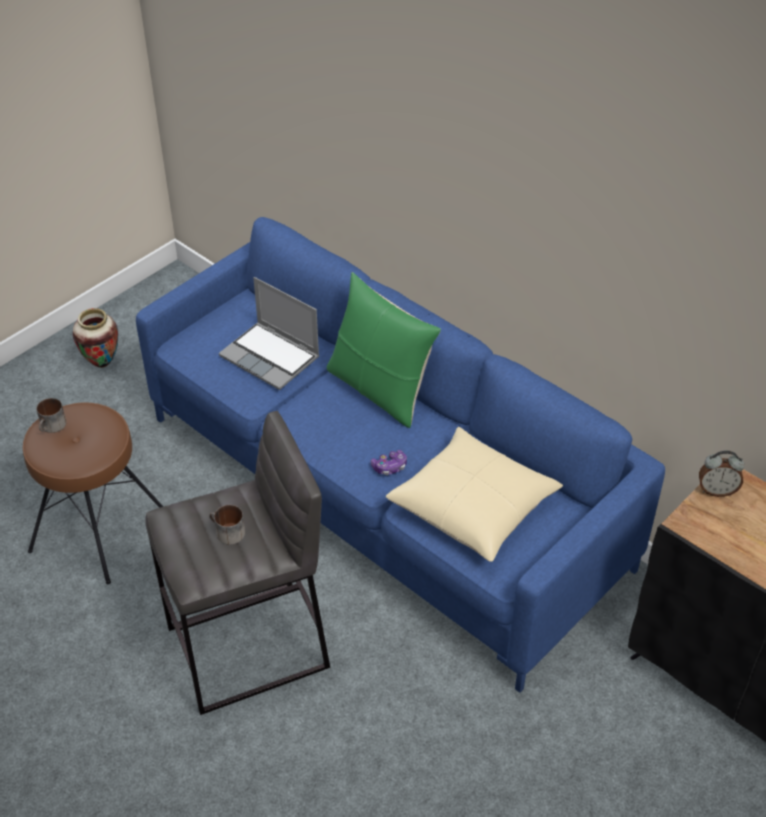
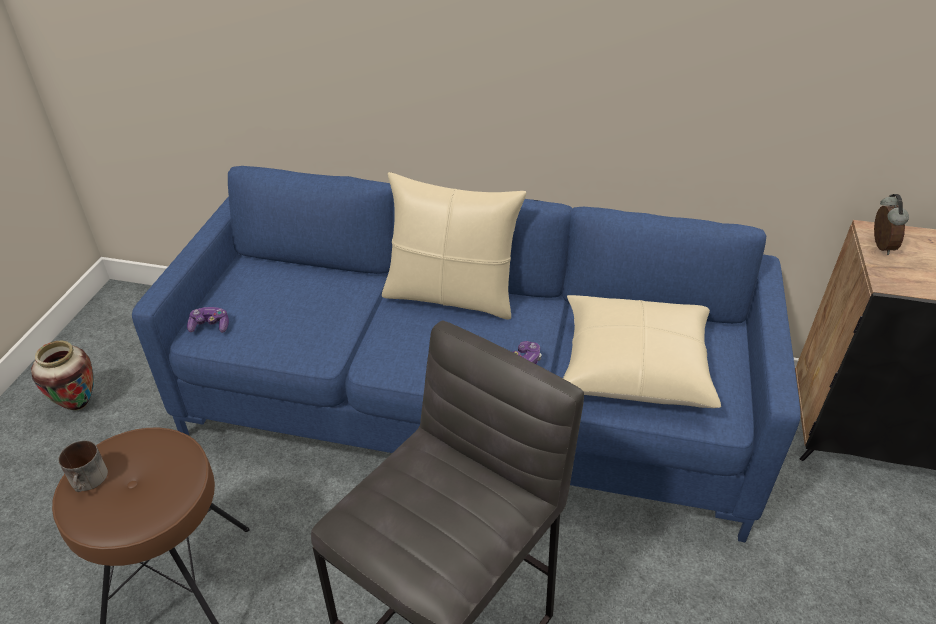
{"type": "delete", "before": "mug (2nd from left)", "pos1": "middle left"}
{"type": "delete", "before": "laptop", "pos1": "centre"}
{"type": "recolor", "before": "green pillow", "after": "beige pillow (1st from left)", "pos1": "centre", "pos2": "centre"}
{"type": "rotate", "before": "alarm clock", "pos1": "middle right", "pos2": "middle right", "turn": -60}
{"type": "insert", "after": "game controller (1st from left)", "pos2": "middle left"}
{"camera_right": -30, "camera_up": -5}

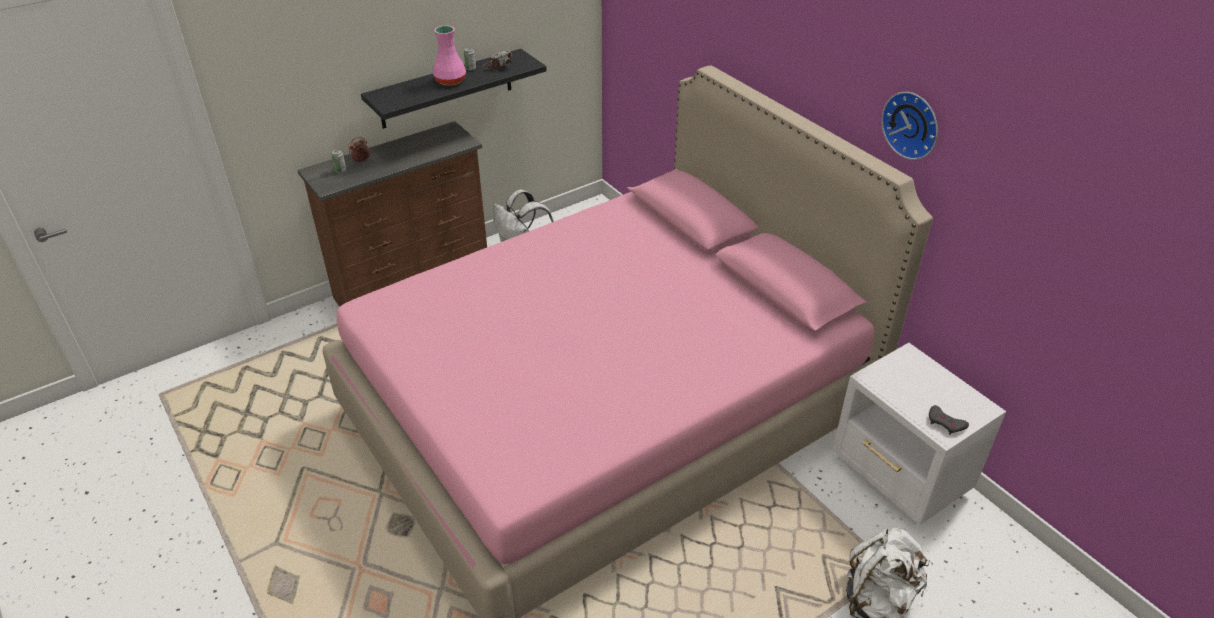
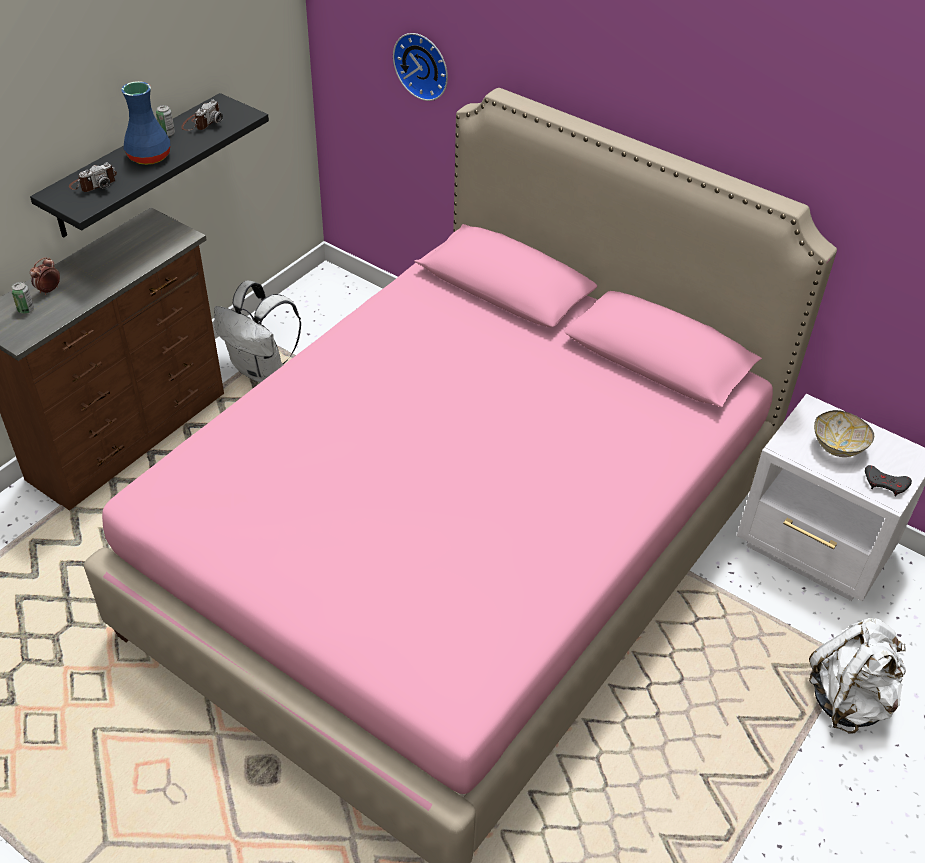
{"type": "recolor", "before": "pink vase", "after": "blue vase", "pos1": "top centre", "pos2": "top left"}
{"type": "move", "before": "wall clock", "pos1": "top right", "pos2": "top centre"}
{"type": "insert", "after": "photo camera (1st from left)", "pos2": "top left"}
{"type": "insert", "after": "bowl", "pos2": "middle right"}
{"camera_right": -20, "camera_up": 5}

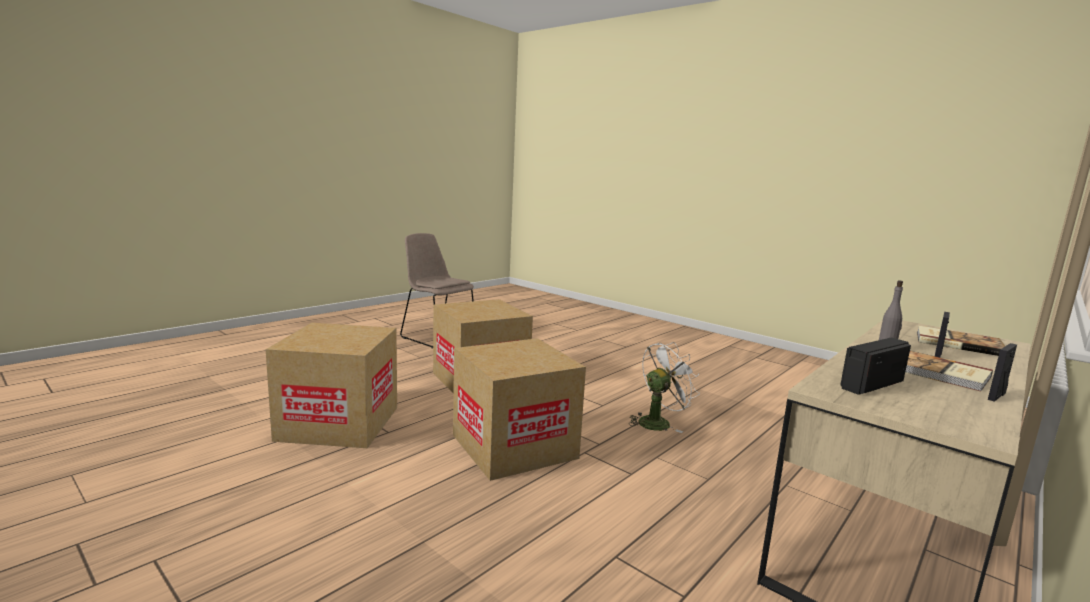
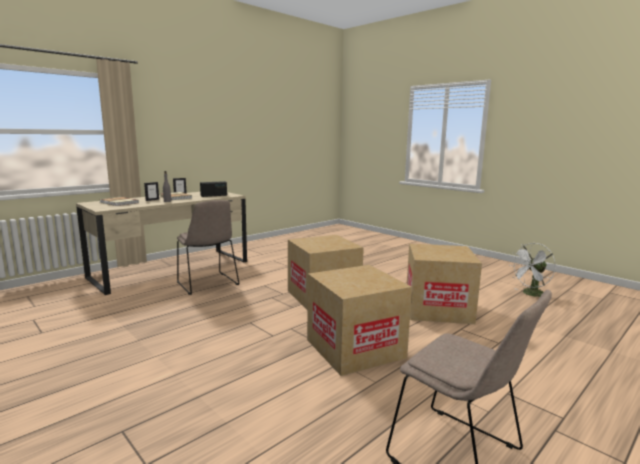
{"type": "move", "before": "white fan", "pos1": "centre", "pos2": "middle right"}
{"type": "insert", "after": "beige chair (1st from left)", "pos2": "middle left"}
{"camera_right": -175, "camera_up": 0}

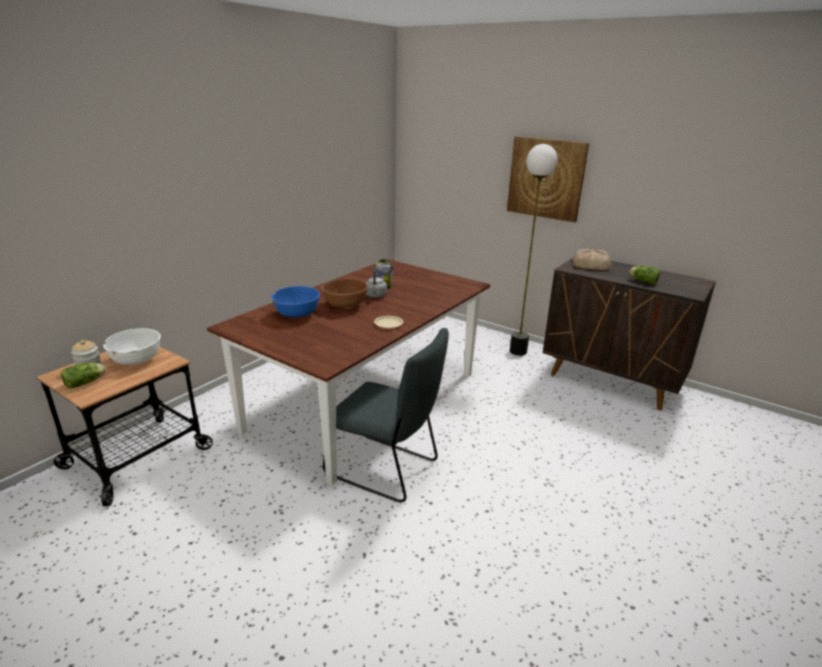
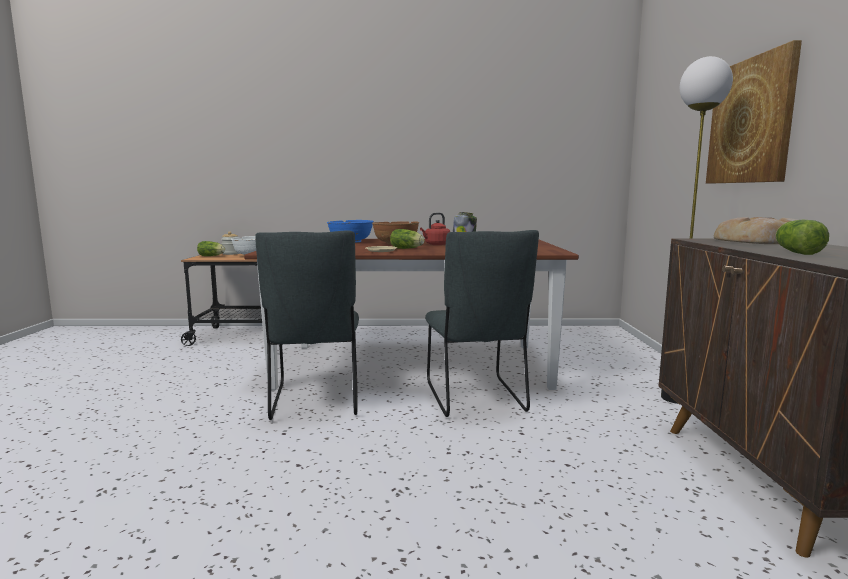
{"type": "recolor", "before": "grey kettle", "after": "red kettle", "pos1": "centre", "pos2": "centre"}
{"type": "insert", "after": "lettuce (2nd from left)", "pos2": "centre"}
{"type": "insert", "after": "grey chair (2nd from left)", "pos2": "centre"}
{"camera_right": 55, "camera_up": -15}

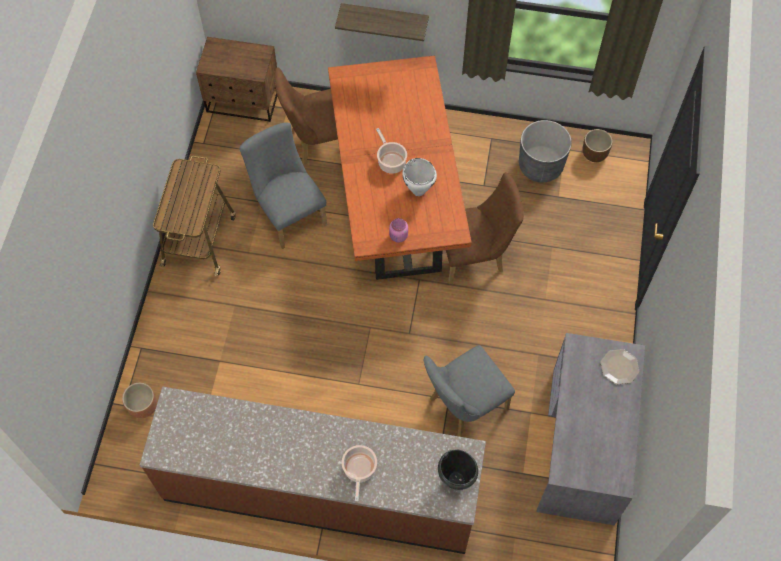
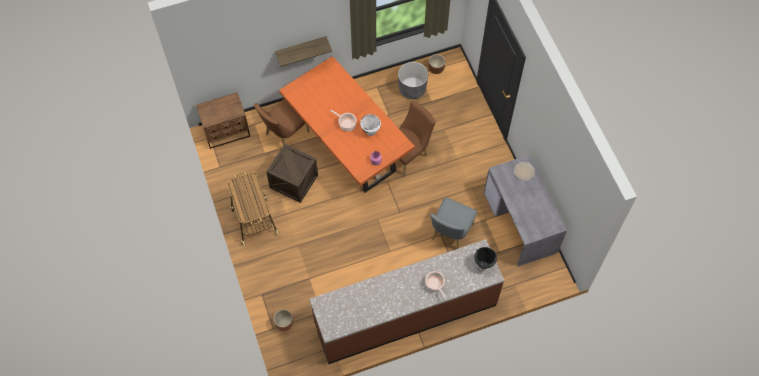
{"type": "replace", "before": "grey chair (1st from left)", "after": "crate", "pos1": "top centre", "pos2": "centre"}
{"camera_right": -30, "camera_up": 0}

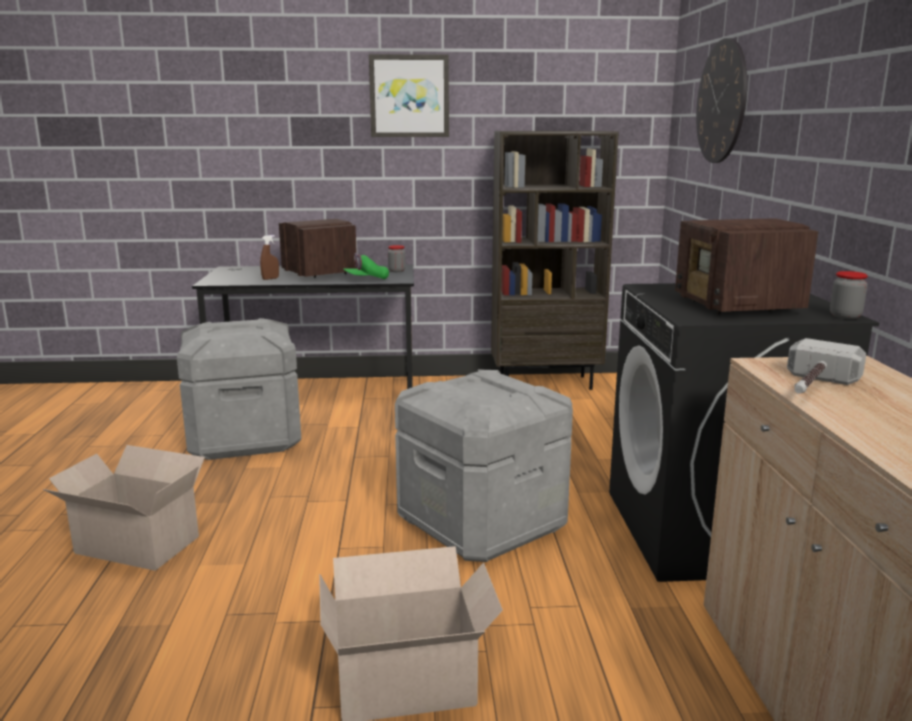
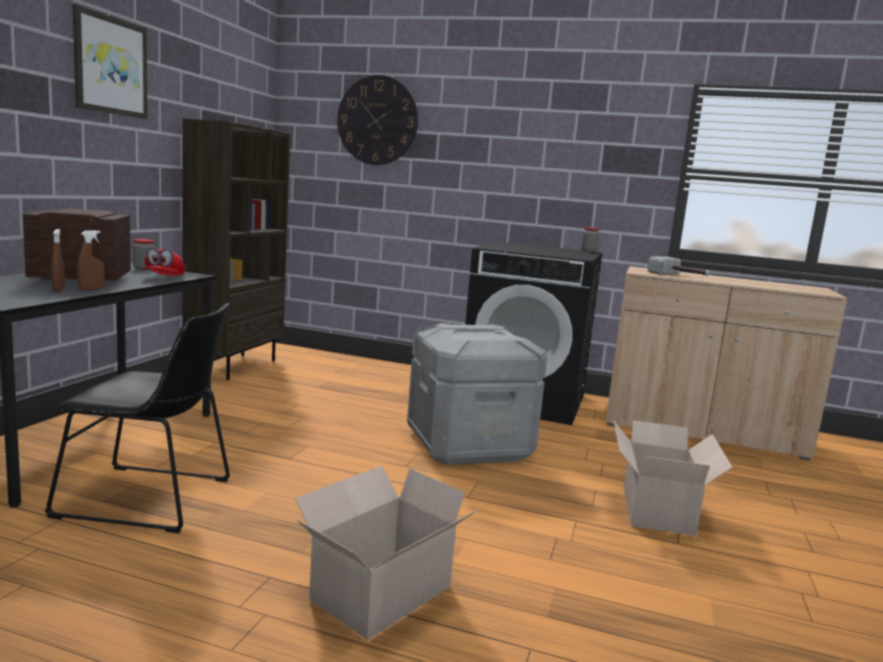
{"type": "replace", "before": "grey storage box (1st from left)", "after": "black chair", "pos1": "middle left", "pos2": "middle left"}
{"type": "recolor", "before": "green cap", "after": "red cap", "pos1": "centre", "pos2": "middle left"}
{"type": "delete", "before": "radio (2nd from left)", "pos1": "middle right"}
{"type": "insert", "after": "brown spray bottle (2nd from left)", "pos2": "middle left"}
{"camera_right": -70, "camera_up": -5}

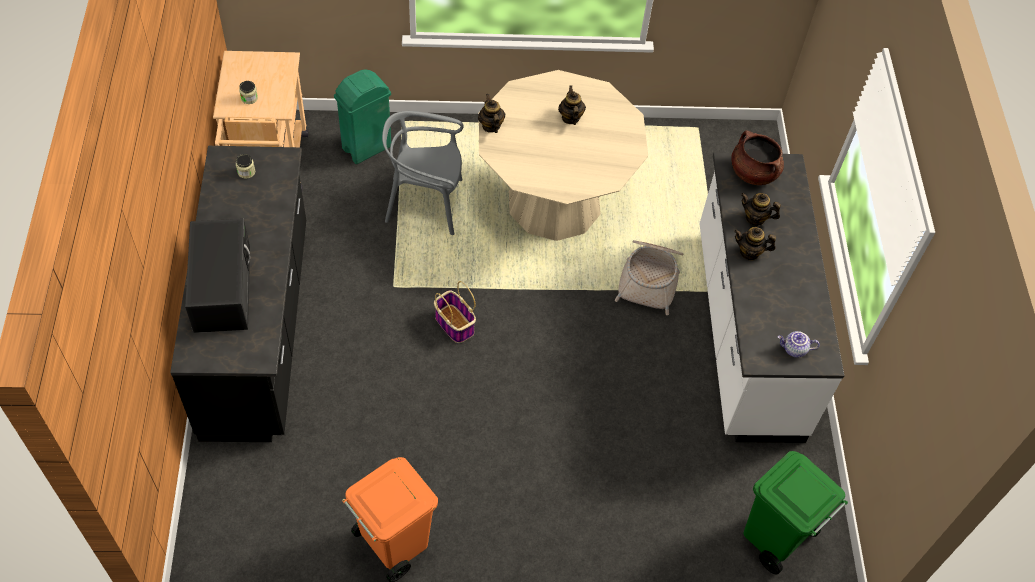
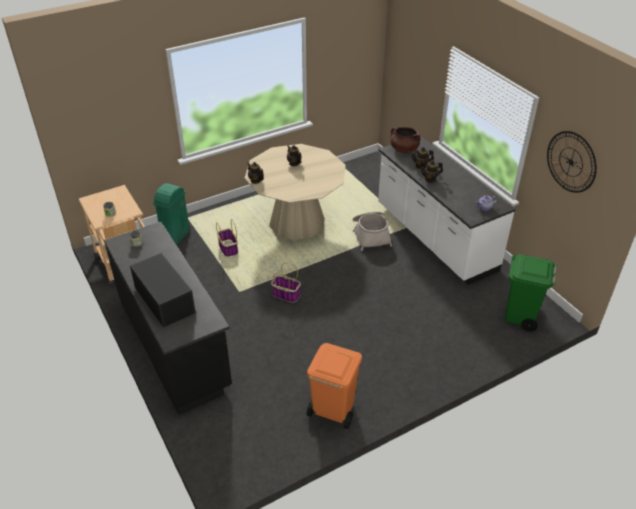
{"type": "replace", "before": "grey chair", "after": "basket (1st from left)", "pos1": "top centre", "pos2": "centre"}
{"type": "insert", "after": "wall clock", "pos2": "top right"}
{"camera_right": -25, "camera_up": -15}

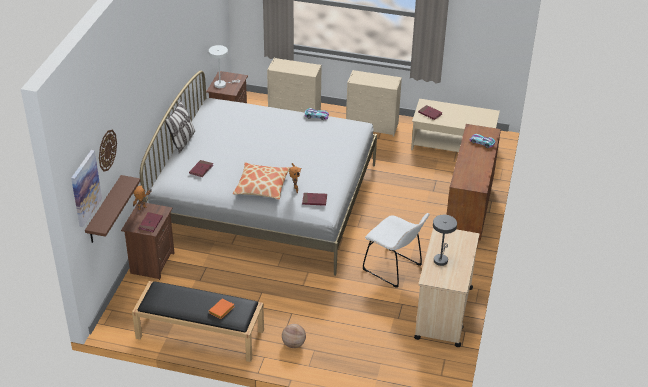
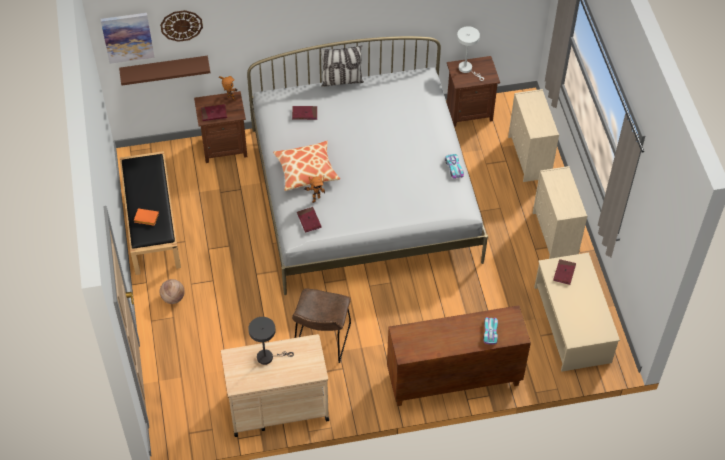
{"type": "recolor", "before": "white chair", "after": "brown chair", "pos1": "centre", "pos2": "bottom centre"}
{"camera_right": 65, "camera_up": 15}

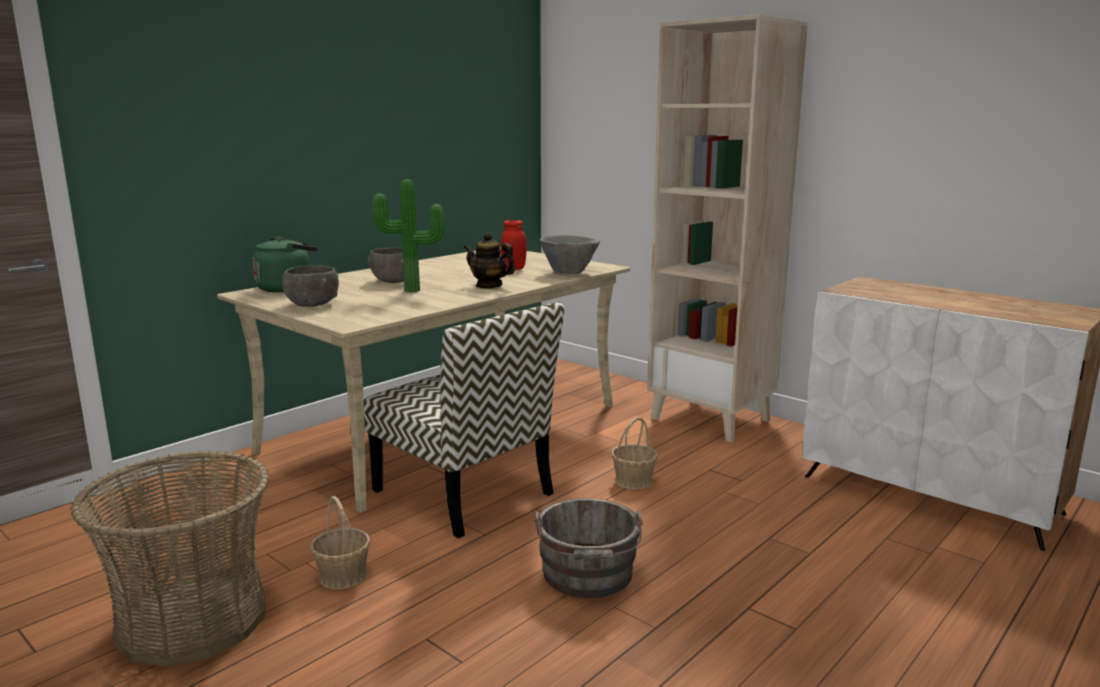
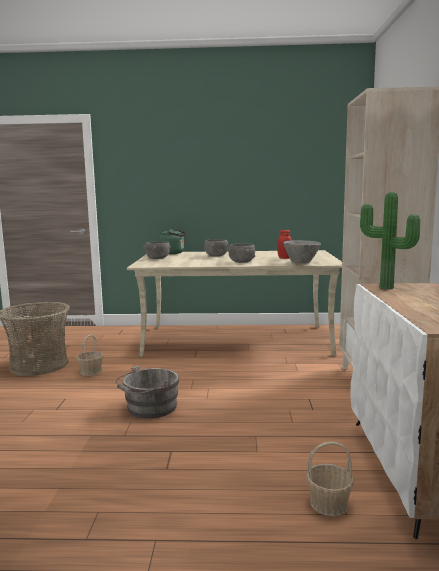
{"type": "delete", "before": "chair", "pos1": "centre"}
{"type": "move", "before": "potted plant", "pos1": "centre", "pos2": "middle right"}
{"type": "replace", "before": "teapot", "after": "grey bowl (3rd from left)", "pos1": "centre", "pos2": "centre"}
{"type": "move", "before": "basket (3rd from left)", "pos1": "centre", "pos2": "bottom right"}
{"camera_right": 50, "camera_up": -5}

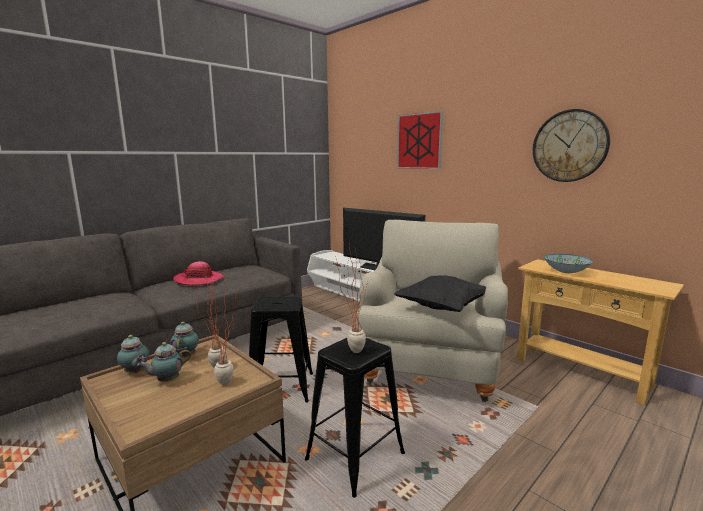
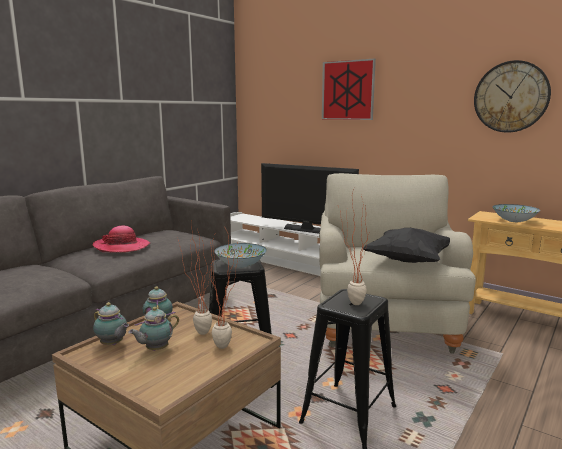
{"type": "insert", "after": "bowl (1st from left)", "pos2": "centre"}
{"camera_right": -10, "camera_up": 0}

